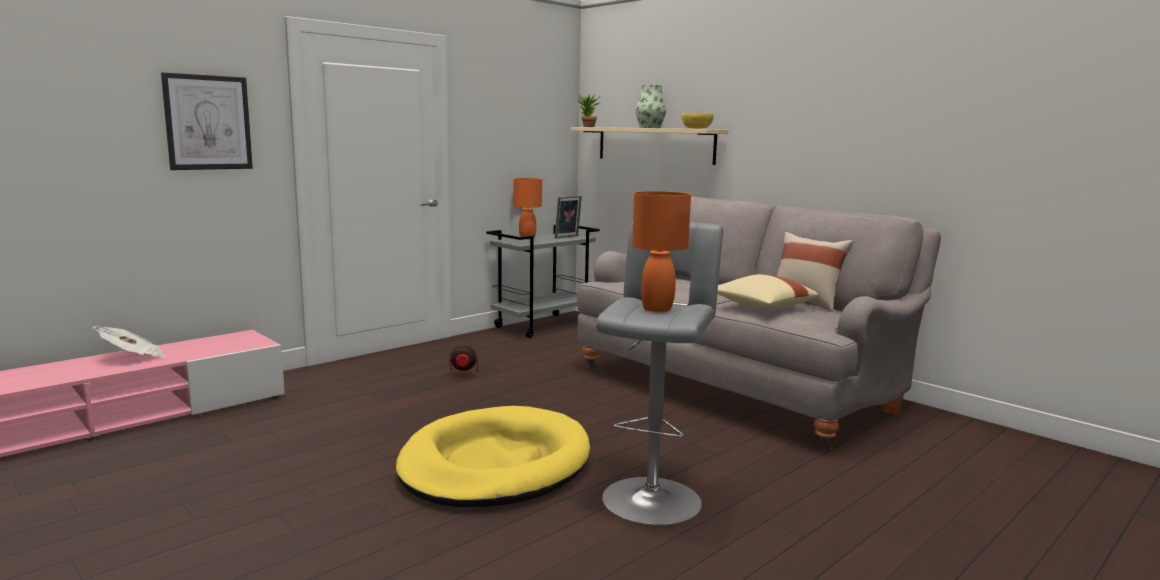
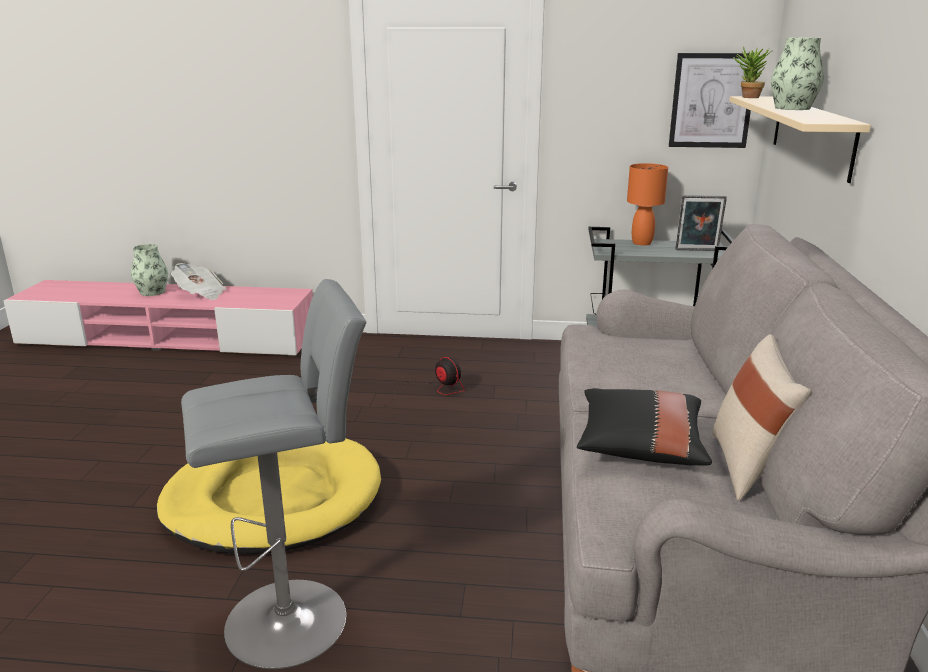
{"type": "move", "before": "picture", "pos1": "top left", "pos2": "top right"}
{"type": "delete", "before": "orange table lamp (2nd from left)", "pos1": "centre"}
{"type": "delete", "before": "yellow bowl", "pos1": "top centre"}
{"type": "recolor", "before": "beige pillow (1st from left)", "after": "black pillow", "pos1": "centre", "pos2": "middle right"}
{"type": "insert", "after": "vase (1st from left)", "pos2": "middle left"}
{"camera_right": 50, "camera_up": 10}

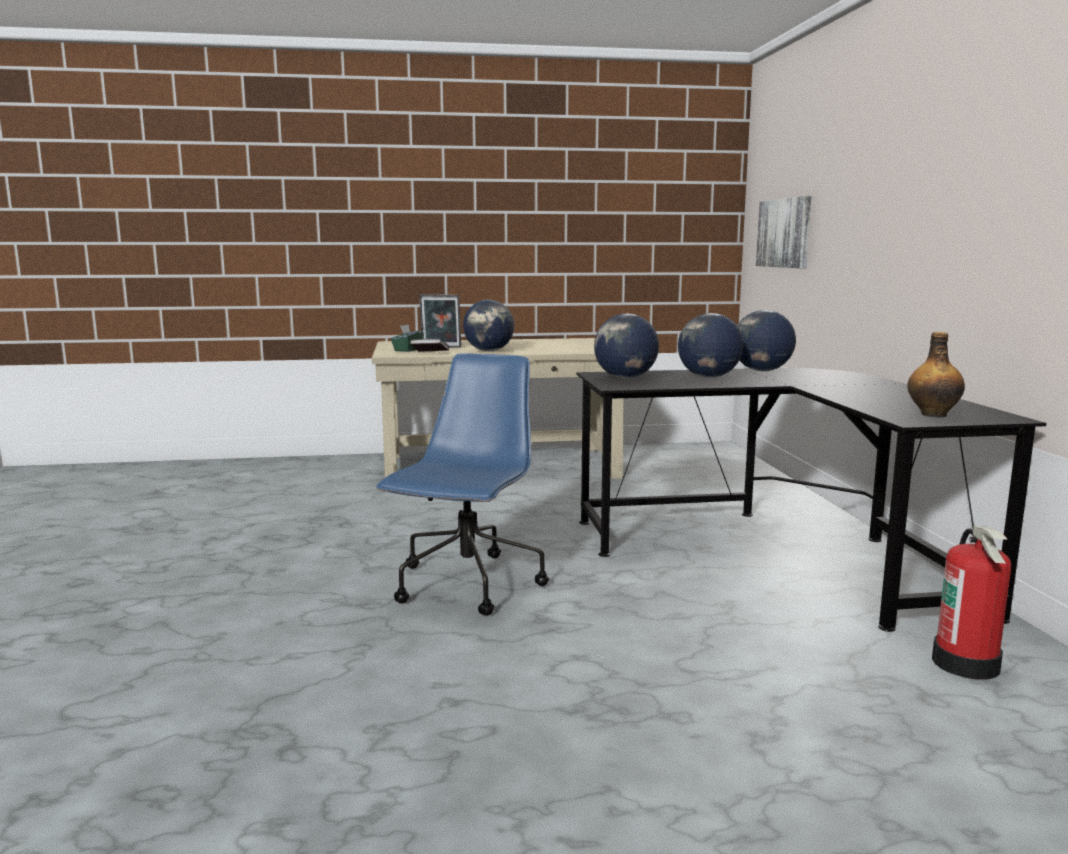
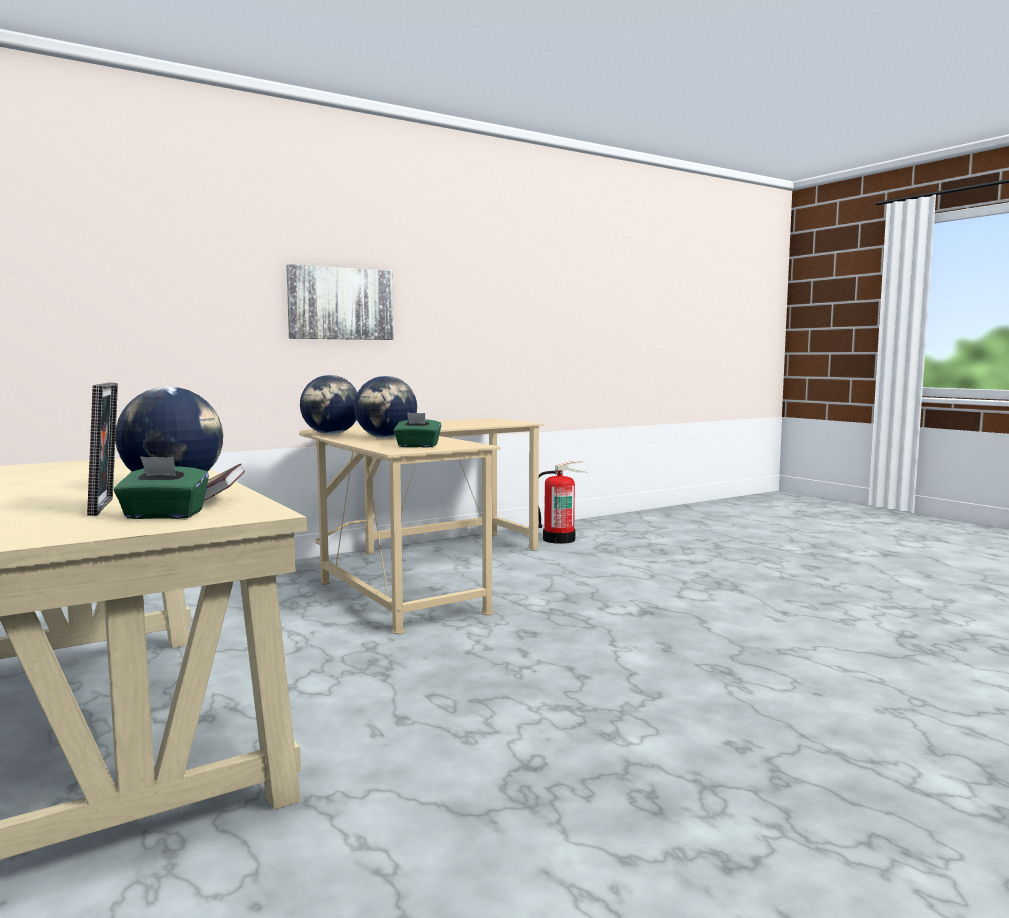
{"type": "delete", "before": "blue office chair", "pos1": "centre"}
{"type": "recolor", "before": "black desk", "after": "beige desk (2nd from left)", "pos1": "middle right", "pos2": "centre"}
{"type": "replace", "before": "globe (2nd from left)", "after": "green tissue box (2nd from left)", "pos1": "centre", "pos2": "centre"}
{"type": "move", "before": "picture", "pos1": "top right", "pos2": "top centre"}
{"type": "delete", "before": "bottle", "pos1": "middle right"}
{"camera_right": -115, "camera_up": -5}

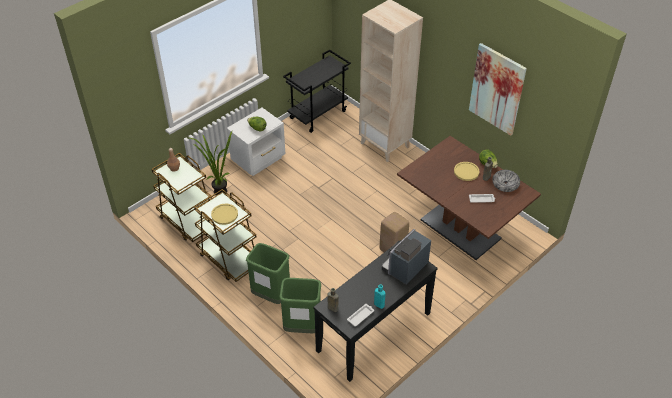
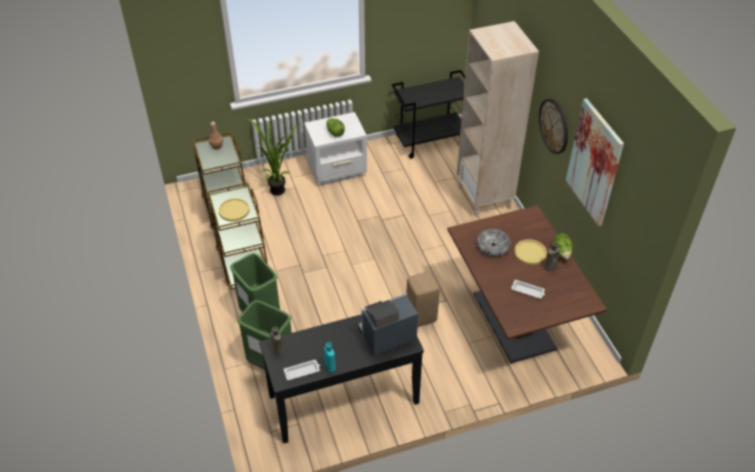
{"type": "move", "before": "bowl", "pos1": "middle right", "pos2": "centre"}
{"type": "insert", "after": "wall clock", "pos2": "top right"}
{"camera_right": 25, "camera_up": 0}

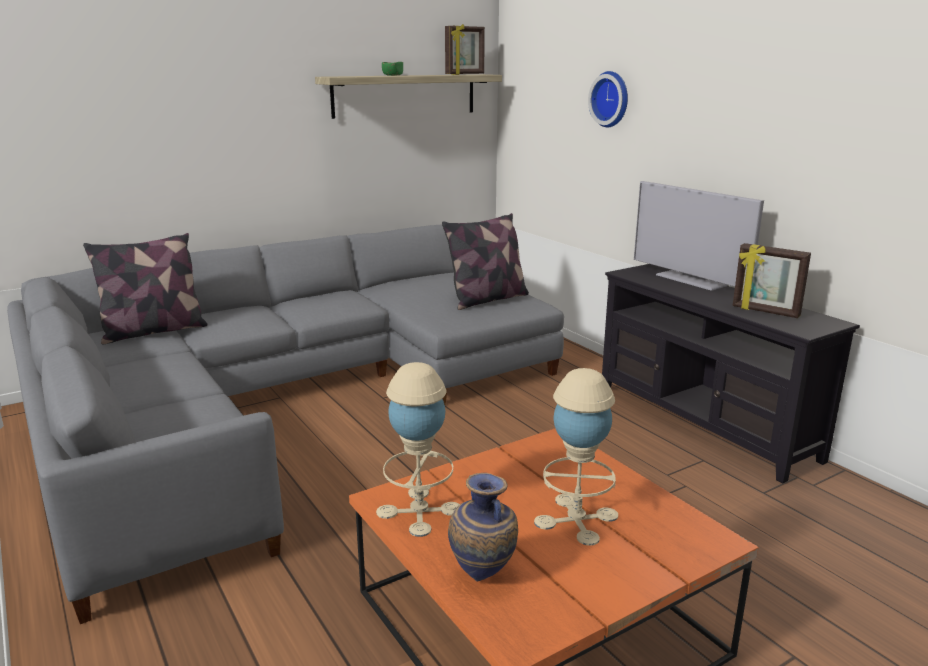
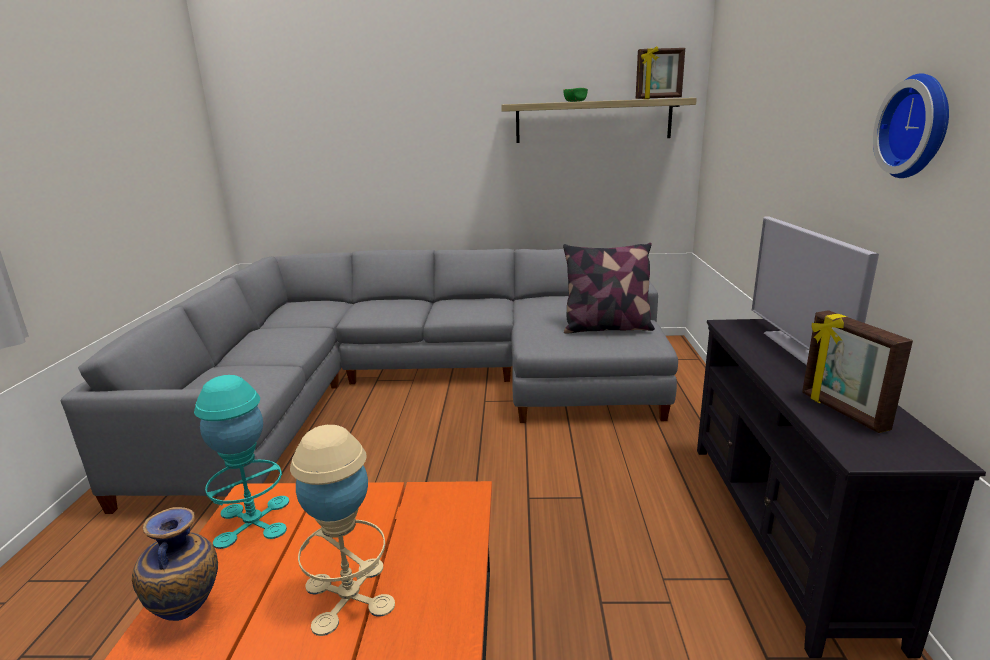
{"type": "delete", "before": "pillow (1st from left)", "pos1": "middle left"}
{"type": "recolor", "before": "beige table lamp (1st from left)", "after": "turquoise table lamp", "pos1": "bottom centre", "pos2": "bottom left"}
{"type": "move", "before": "wall clock", "pos1": "top centre", "pos2": "top right"}
{"camera_right": 35, "camera_up": 0}

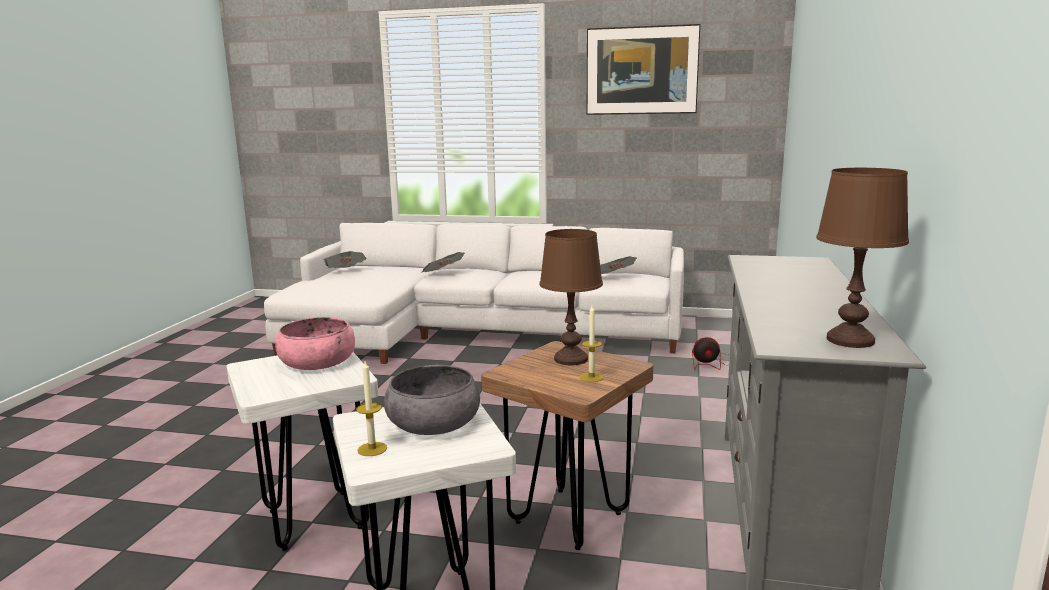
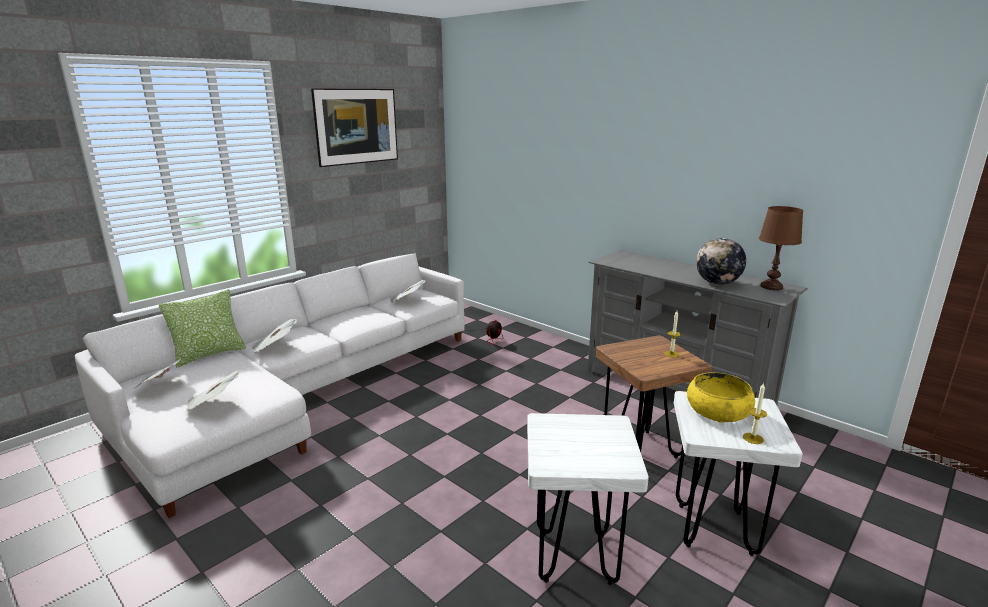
{"type": "delete", "before": "pink bowl", "pos1": "middle left"}
{"type": "recolor", "before": "grey bowl", "after": "yellow bowl", "pos1": "bottom centre", "pos2": "middle right"}
{"type": "delete", "before": "brown table lamp (1st from left)", "pos1": "centre"}
{"type": "insert", "after": "pillow", "pos2": "middle left"}
{"type": "insert", "after": "newspaper (2nd from left)", "pos2": "middle left"}
{"type": "insert", "after": "globe", "pos2": "middle right"}
{"camera_right": -60, "camera_up": 5}

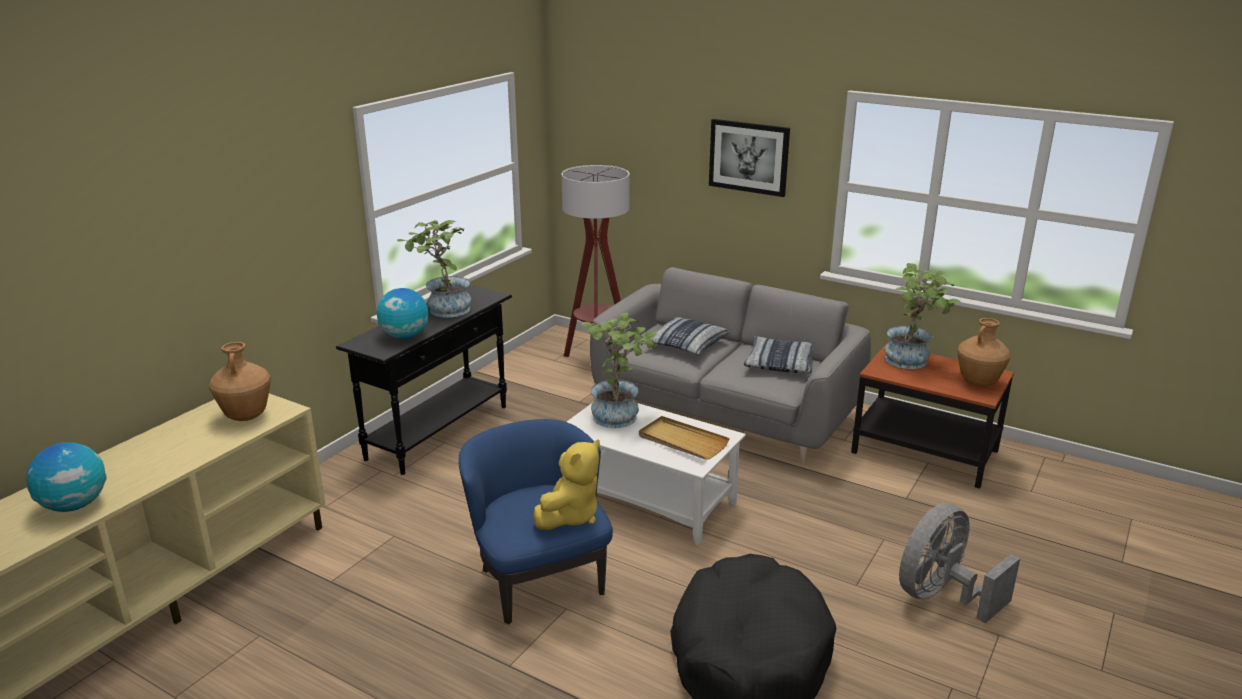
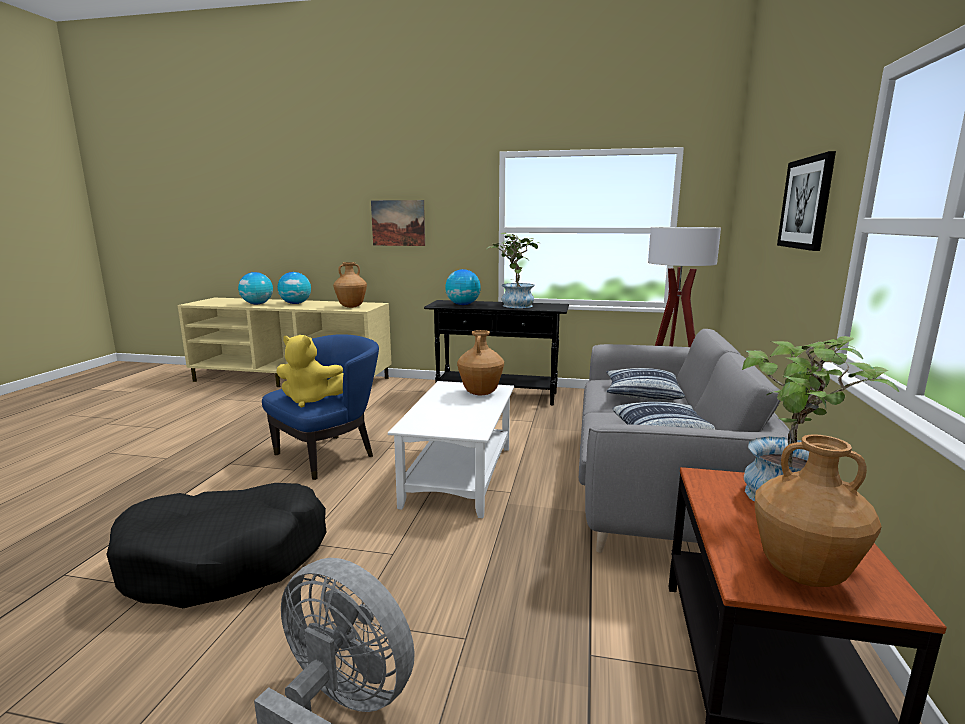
{"type": "replace", "before": "potted plant (2nd from left)", "after": "brown vase (2nd from left)", "pos1": "centre", "pos2": "centre"}
{"type": "delete", "before": "beige tray", "pos1": "centre"}
{"type": "insert", "after": "globe (2nd from left)", "pos2": "middle left"}
{"type": "insert", "after": "picture (1st from left)", "pos2": "top centre"}
{"camera_right": 70, "camera_up": -10}

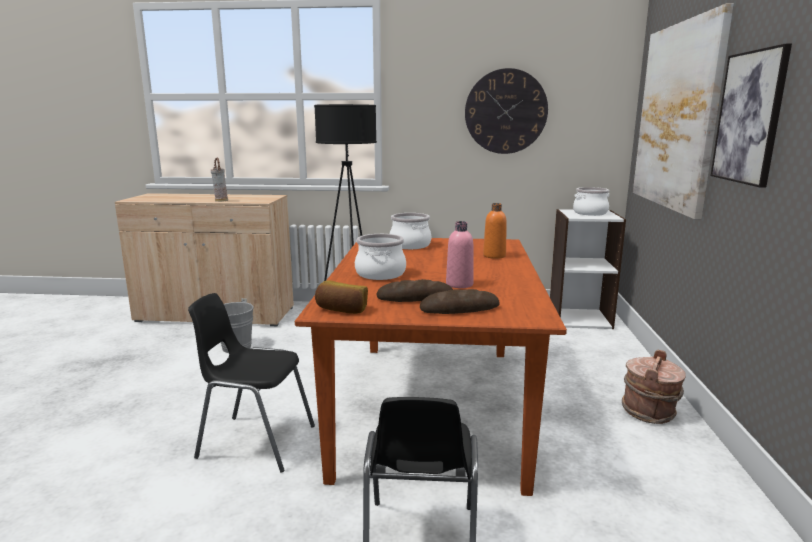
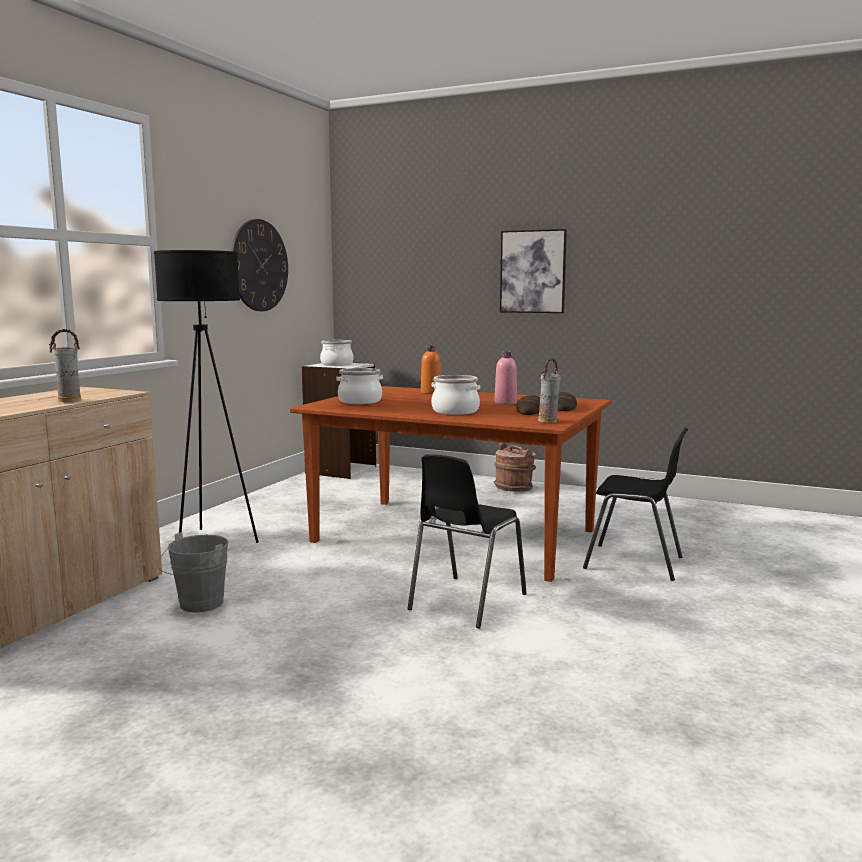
{"type": "replace", "before": "bread (1st from left)", "after": "vase (2nd from left)", "pos1": "centre", "pos2": "centre"}
{"type": "delete", "before": "picture (1st from left)", "pos1": "top right"}
{"camera_right": -70, "camera_up": -5}

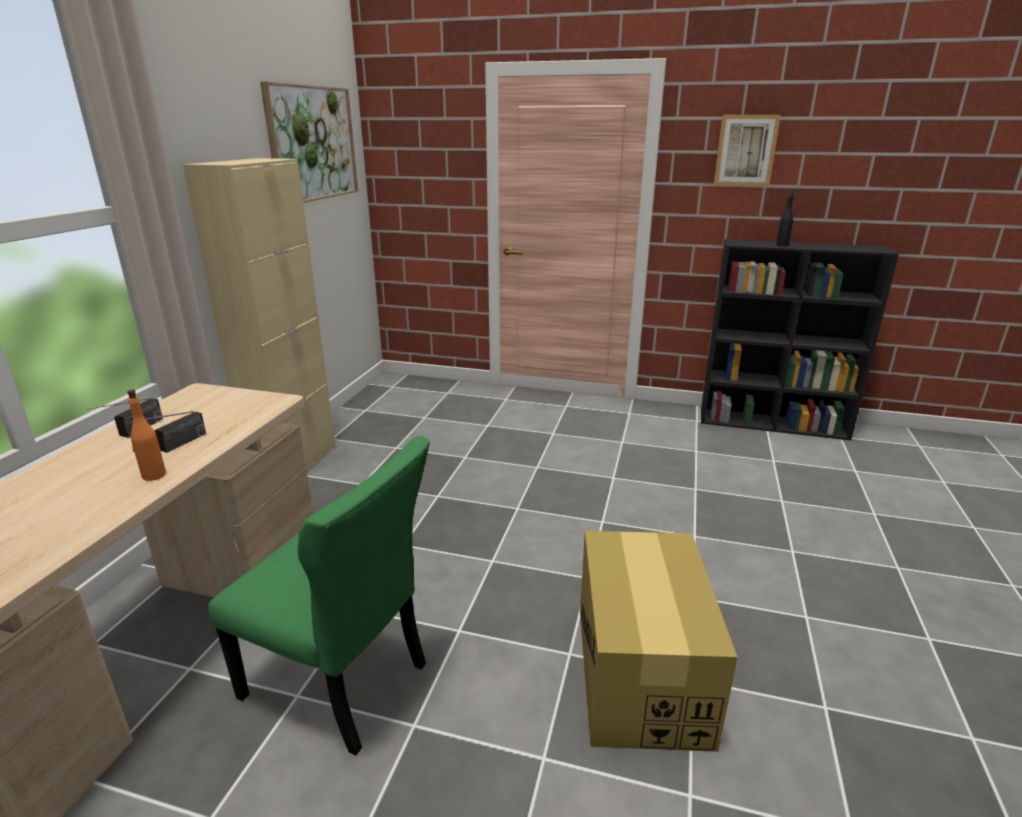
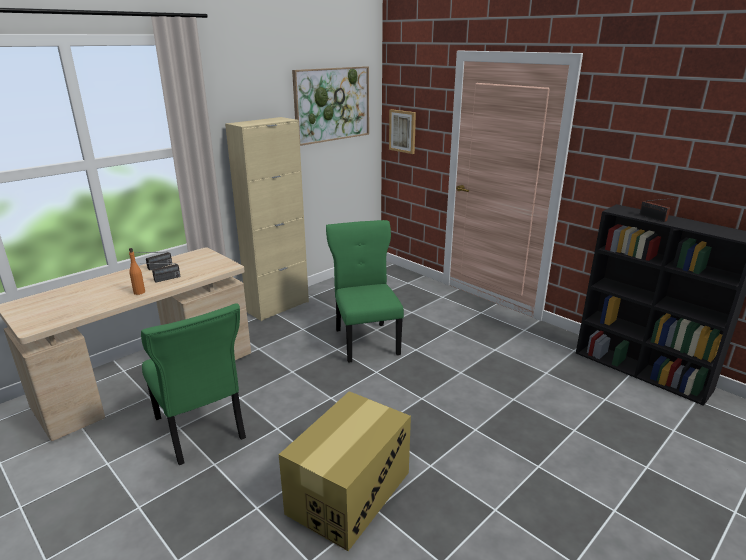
{"type": "move", "before": "picture (2nd from left)", "pos1": "top right", "pos2": "top centre"}
{"type": "replace", "before": "black bottle", "after": "radio (3rd from left)", "pos1": "top right", "pos2": "middle right"}
{"type": "insert", "after": "green chair (2nd from left)", "pos2": "centre"}
{"camera_right": 30, "camera_up": 0}

